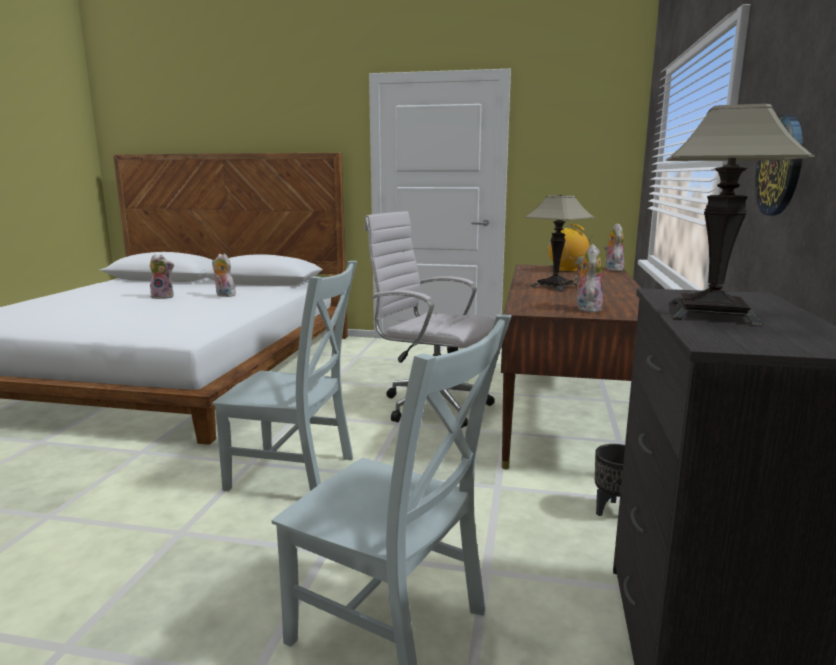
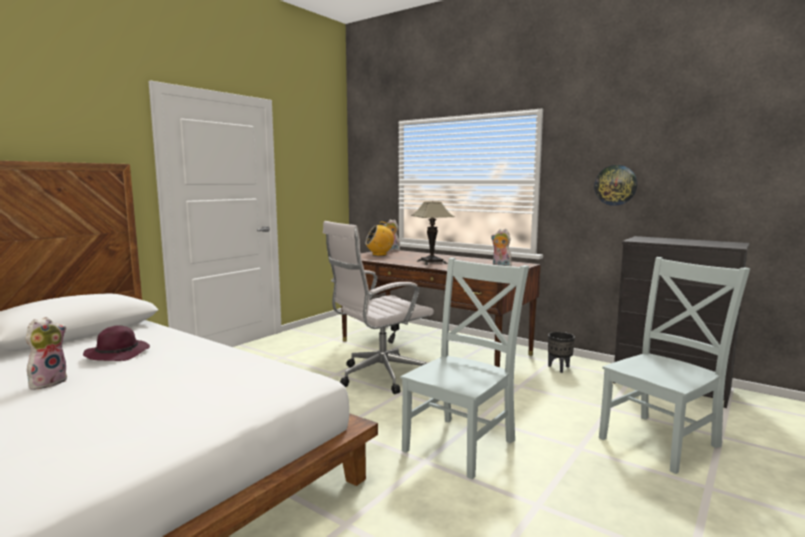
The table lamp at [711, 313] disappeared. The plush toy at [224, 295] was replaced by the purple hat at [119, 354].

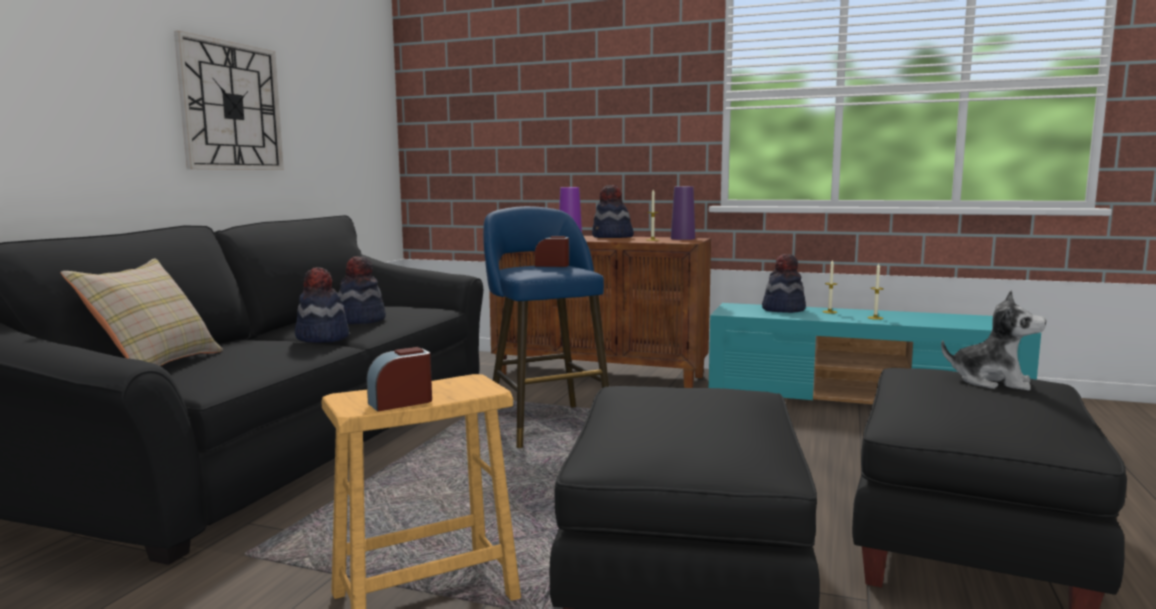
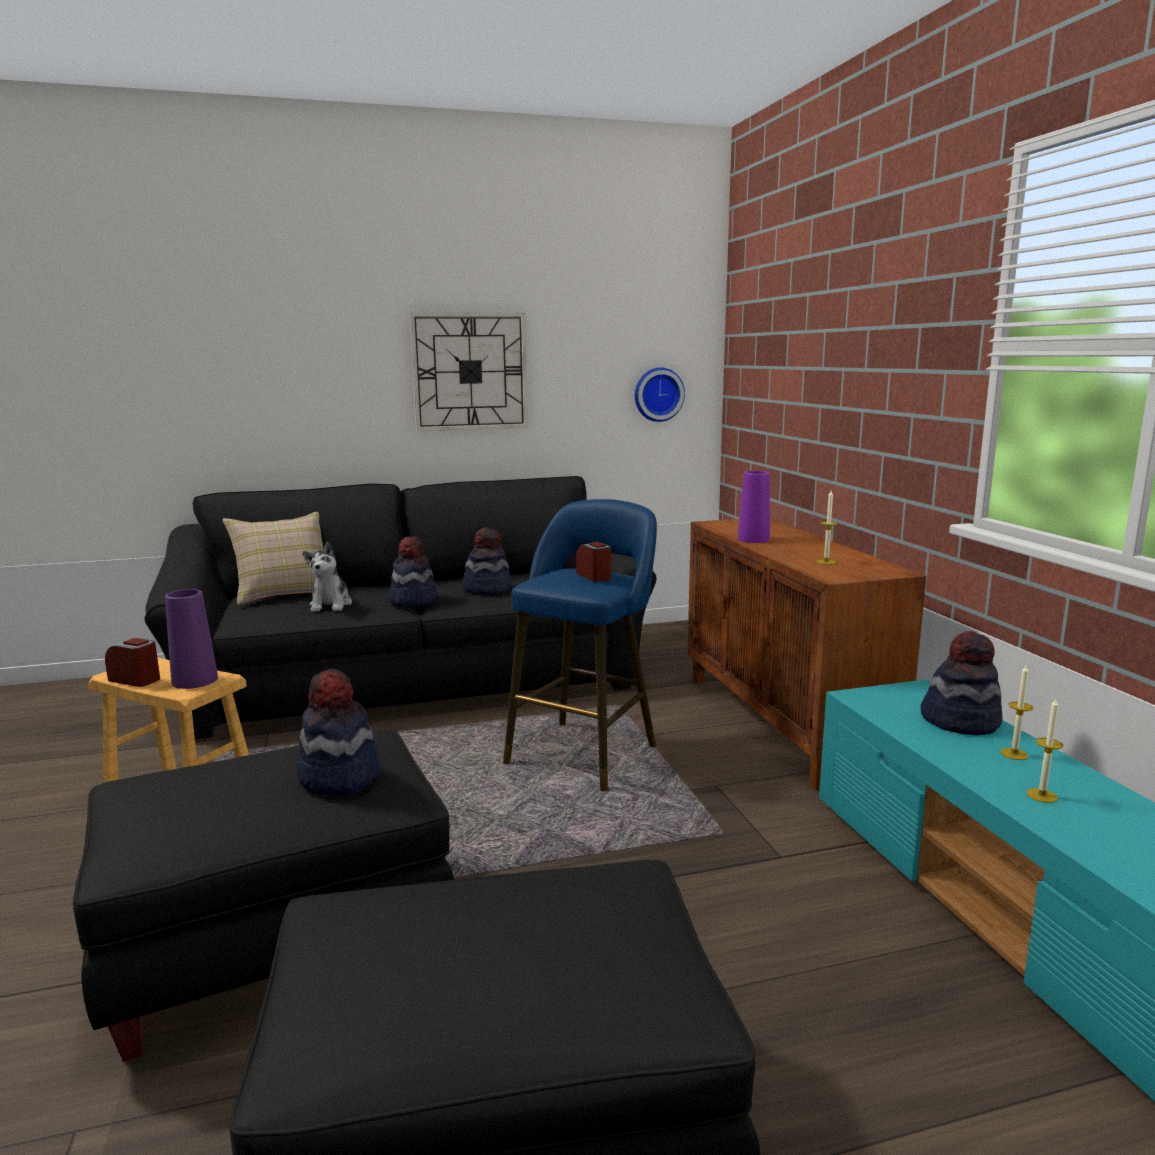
The wall clock at [658, 394] appeared. The hat moved from [612, 237] to [339, 777]. The purple vase moved from [682, 238] to [195, 680]. The plush toy moved from [992, 382] to [331, 605].

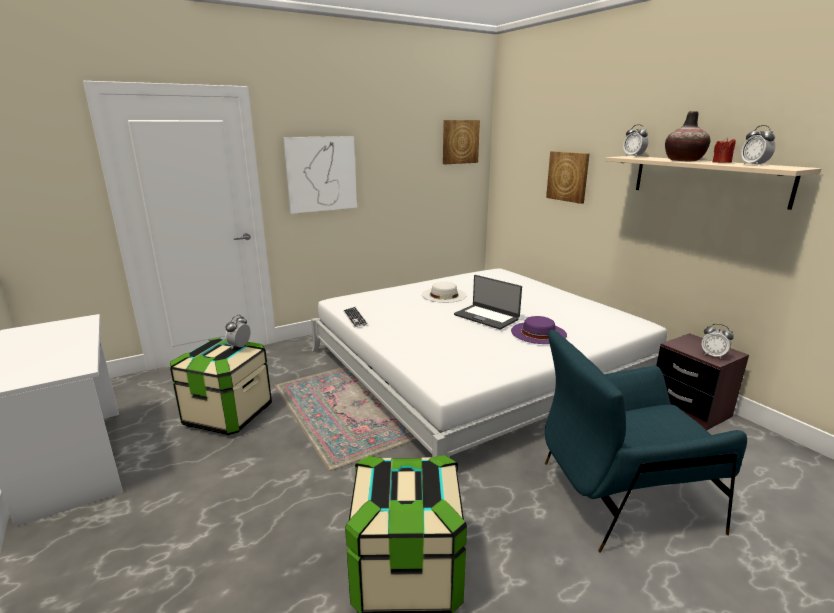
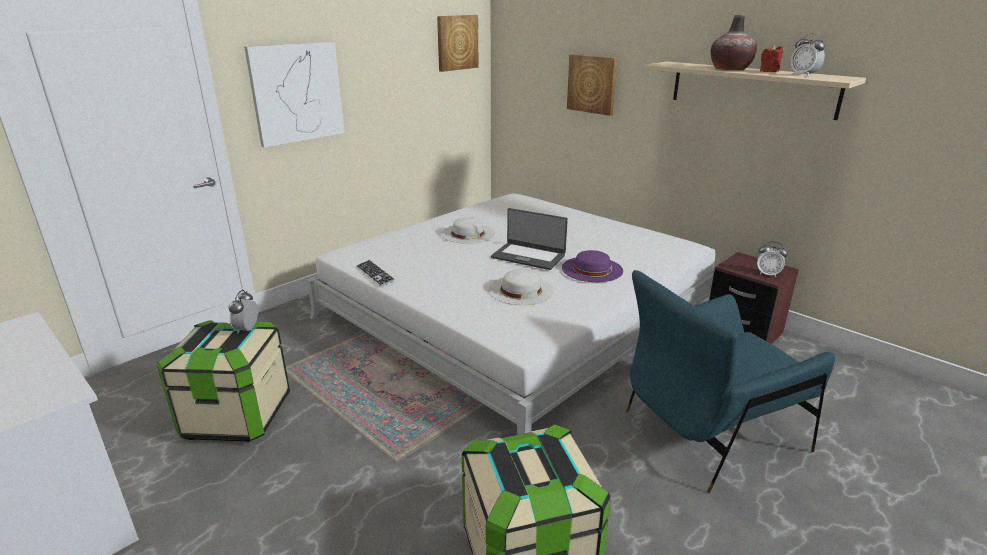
The alarm clock at [633, 156] disappeared. The white hat at [520, 290] appeared.

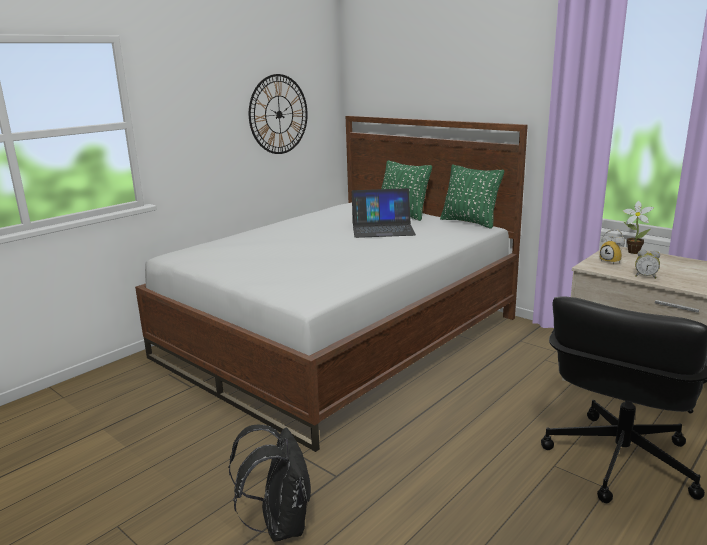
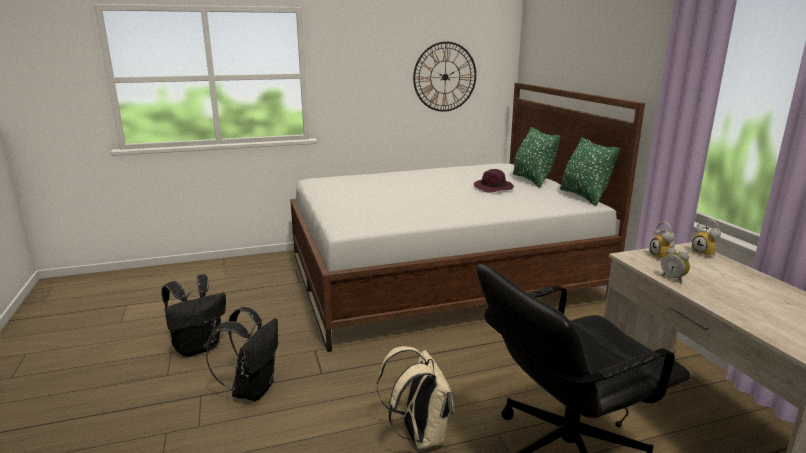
The black backpack at [198, 347] appeared. The beige backpack at [419, 435] appeared. The laptop at [382, 229] was replaced by the purple hat at [494, 188]. The potted plant at [632, 251] was replaced by the alarm clock at [705, 254].

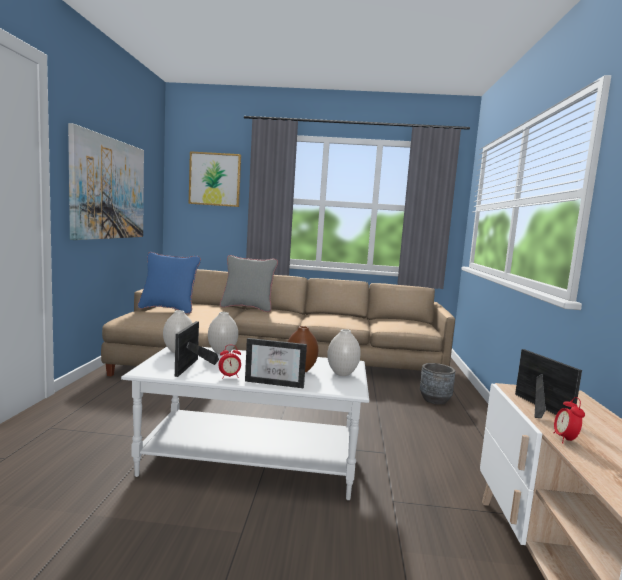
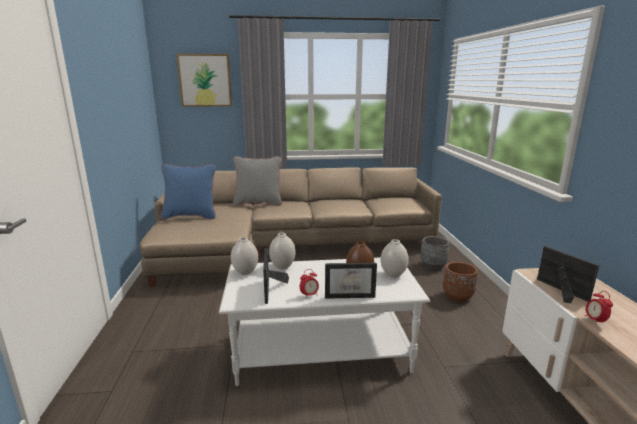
The picture at [109, 189] disappeared. The brown planter at [457, 296] appeared.

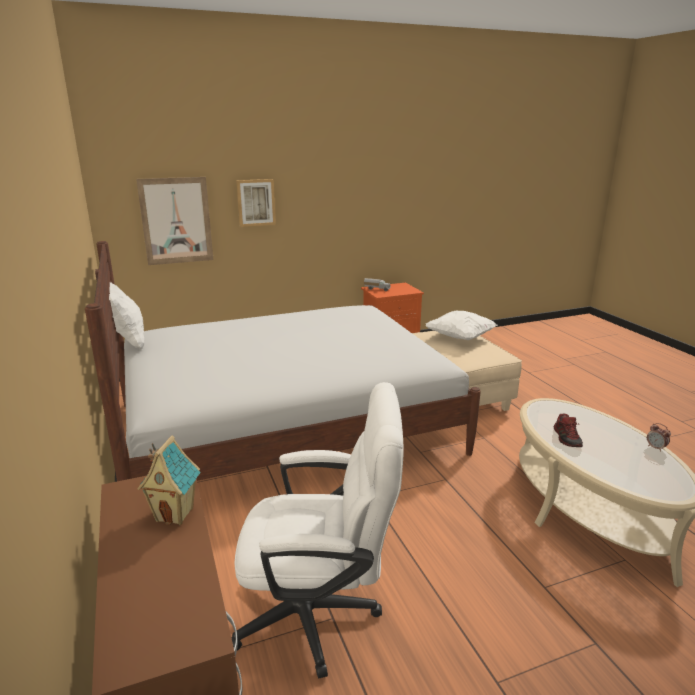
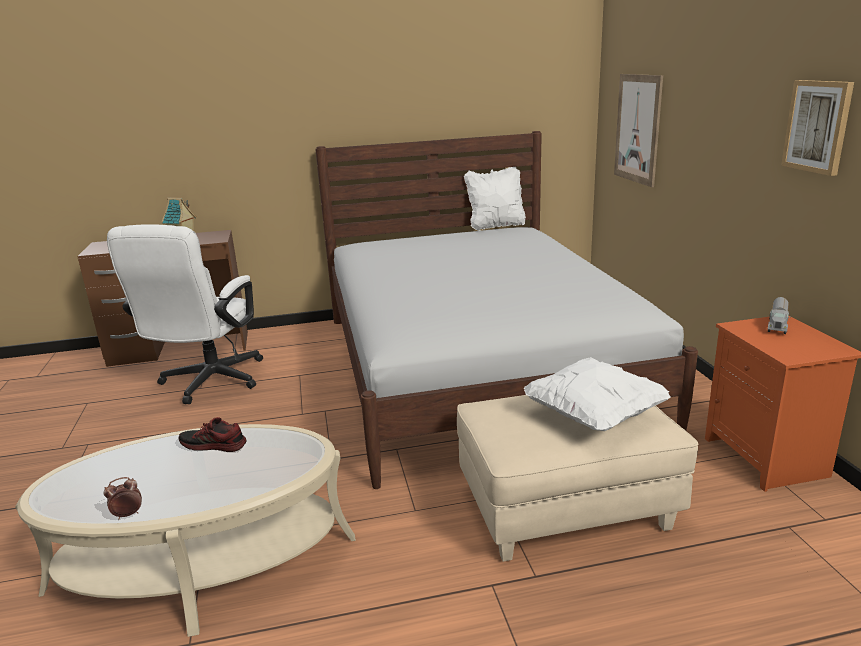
The picture moved from [256, 202] to [818, 126].

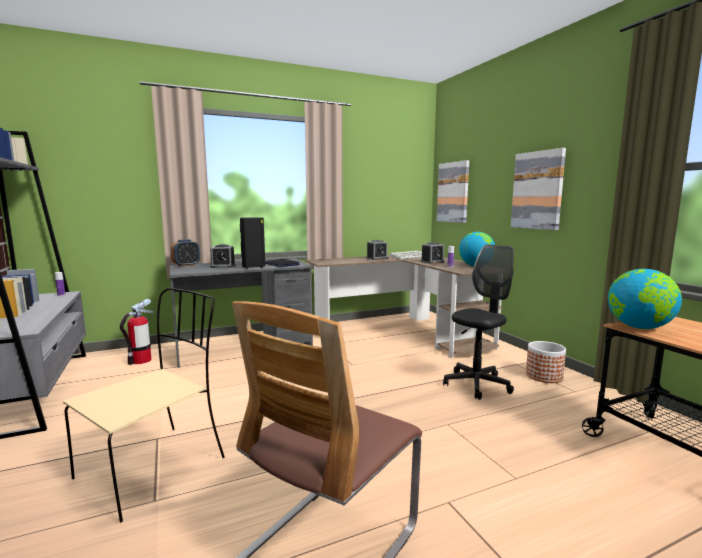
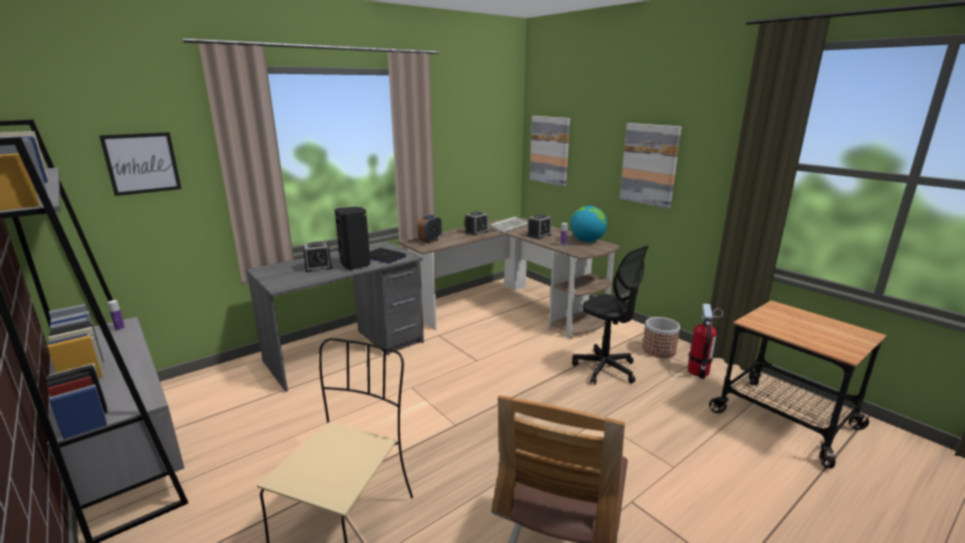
The globe at [639, 327] disappeared. The picture at [142, 163] appeared. The fire extinguisher moved from [141, 360] to [698, 371]. The alarm clock moved from [186, 265] to [430, 241]. The black office chair at [476, 384] turned 105 degrees clockwise.

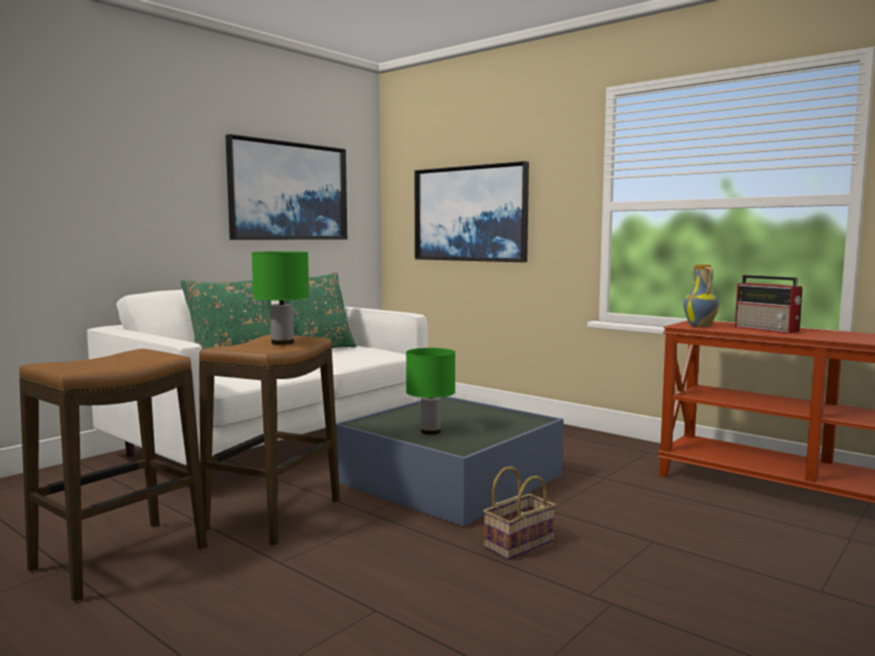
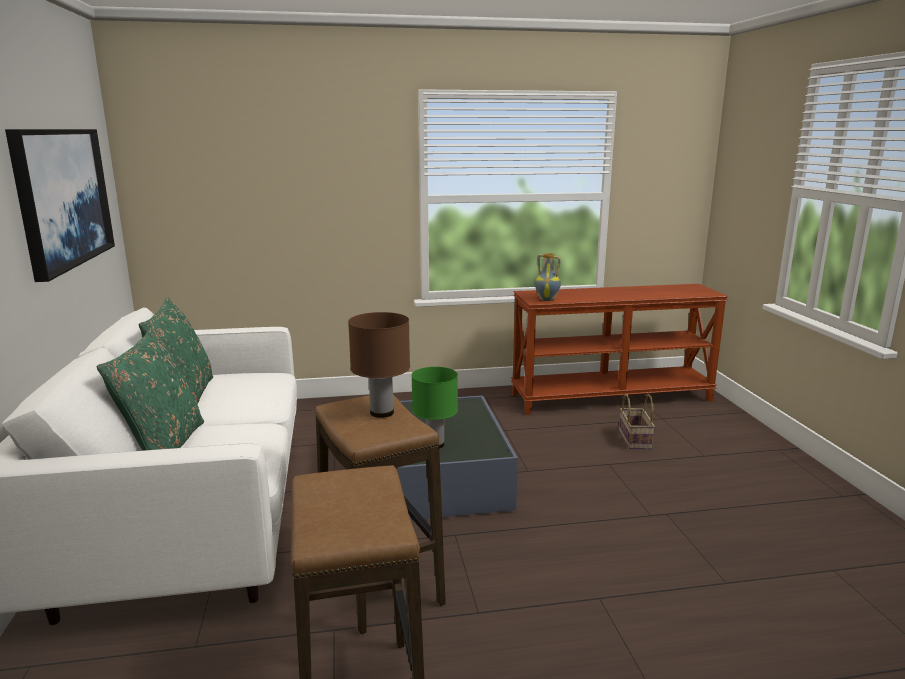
The picture at [470, 213] disappeared. The radio at [767, 329] disappeared. The basket moved from [519, 543] to [633, 439]. The green table lamp at [283, 343] became the brown table lamp at [382, 412].

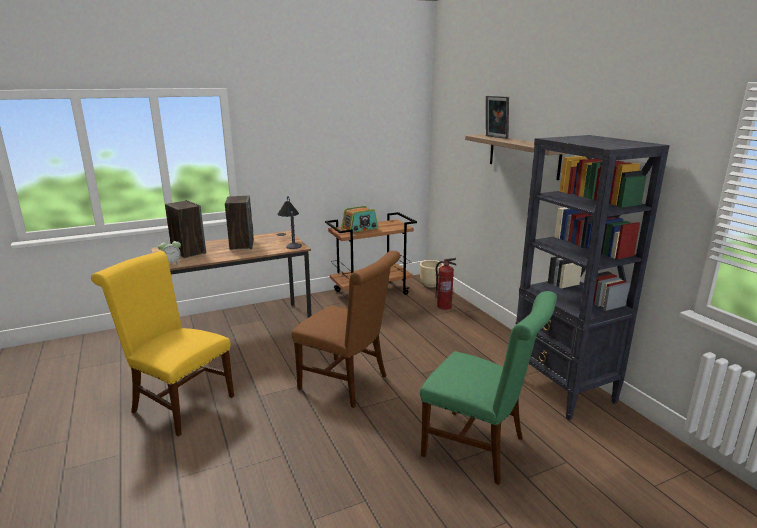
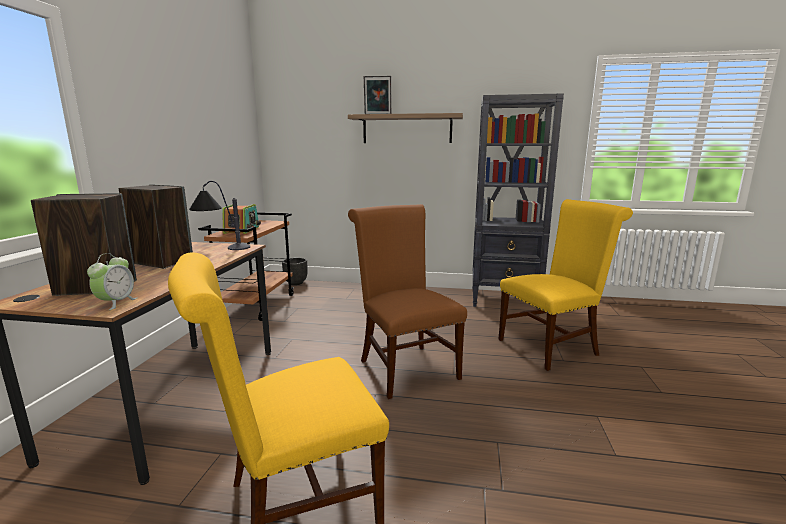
The fire extinguisher at [444, 306] disappeared. The beige planter at [431, 285] became the black planter at [296, 283]. The green chair at [480, 448] became the yellow chair at [552, 346]. The brown chair at [348, 383] turned 90 degrees counterclockwise.

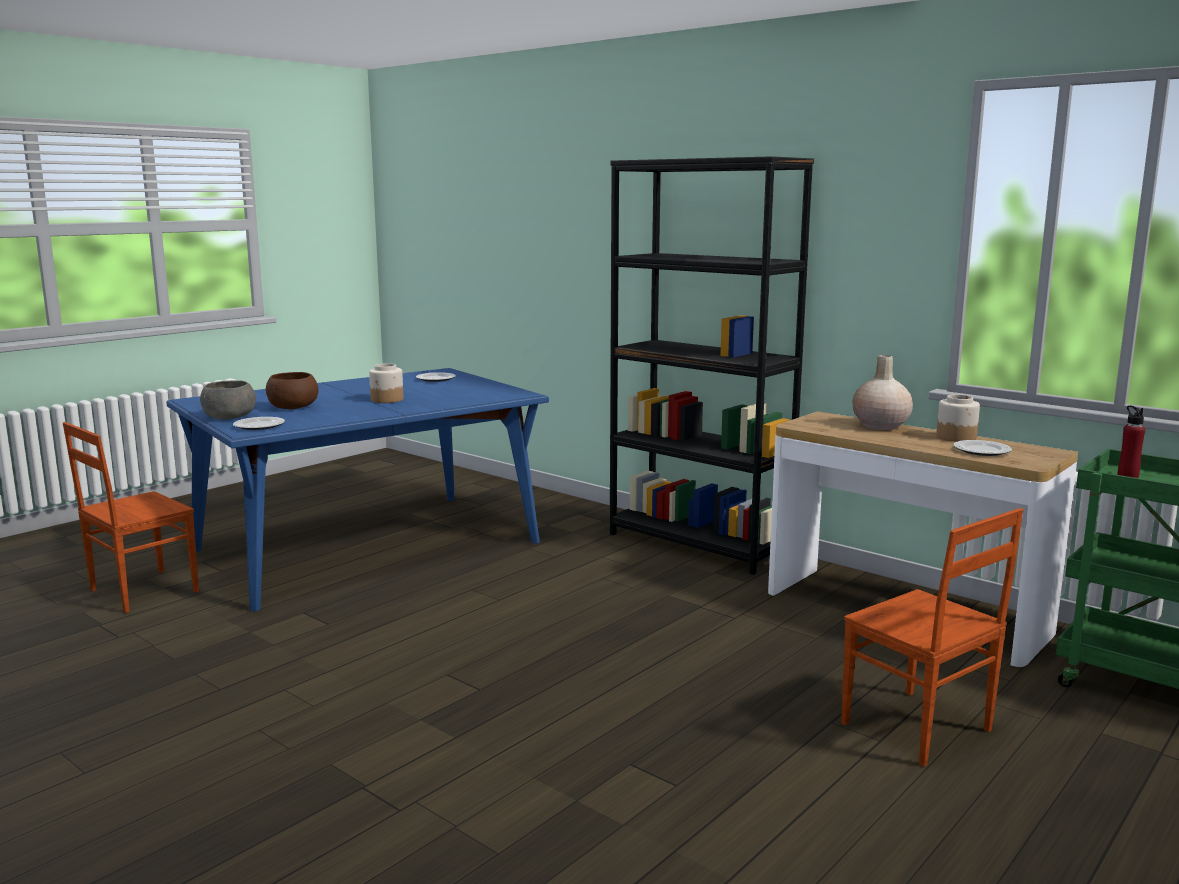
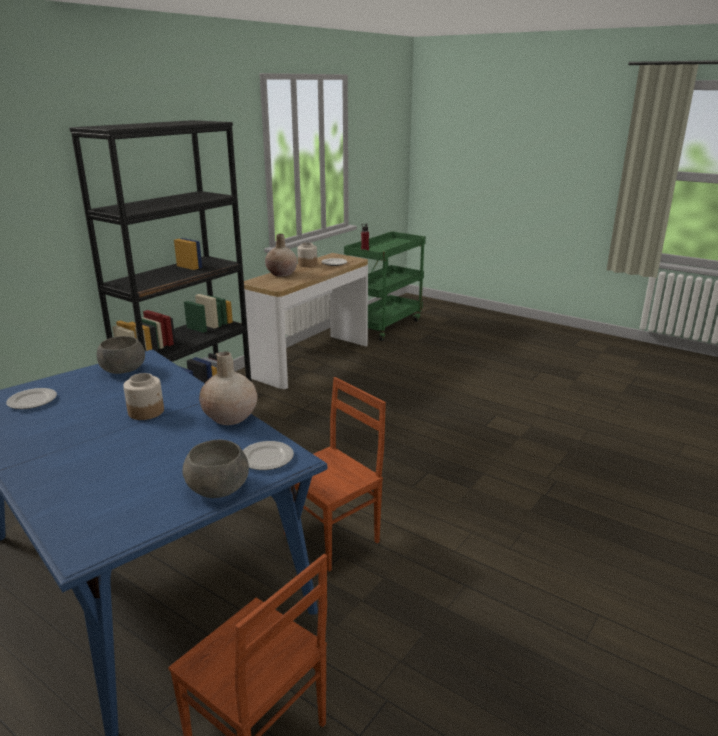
The brown bowl at [292, 407] disappeared. The grey bowl at [122, 369] appeared. The beige vase at [230, 417] appeared. The brown chair moved from [916, 728] to [333, 538].

